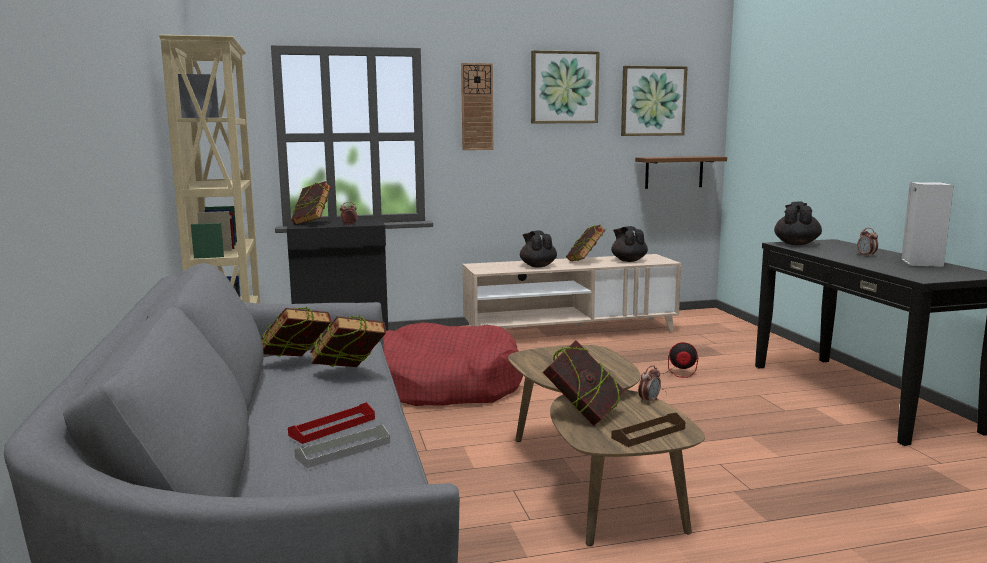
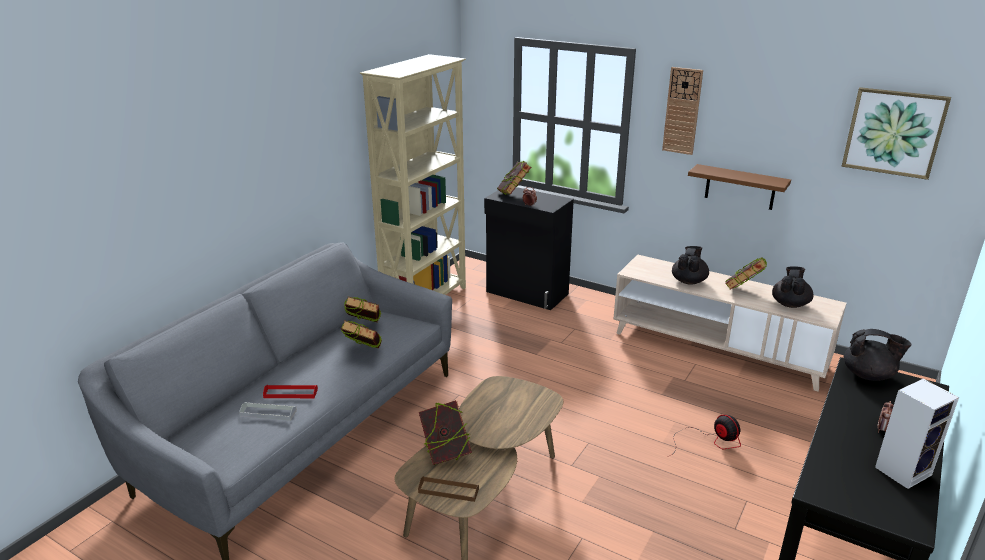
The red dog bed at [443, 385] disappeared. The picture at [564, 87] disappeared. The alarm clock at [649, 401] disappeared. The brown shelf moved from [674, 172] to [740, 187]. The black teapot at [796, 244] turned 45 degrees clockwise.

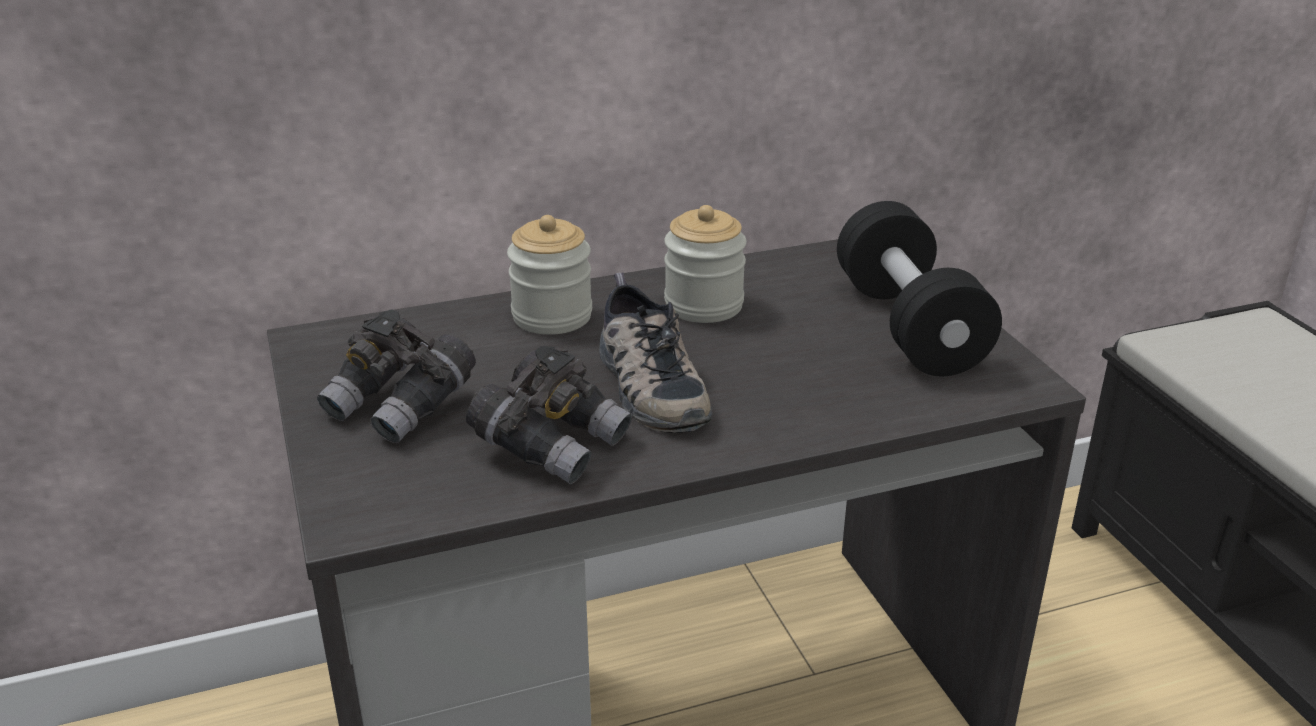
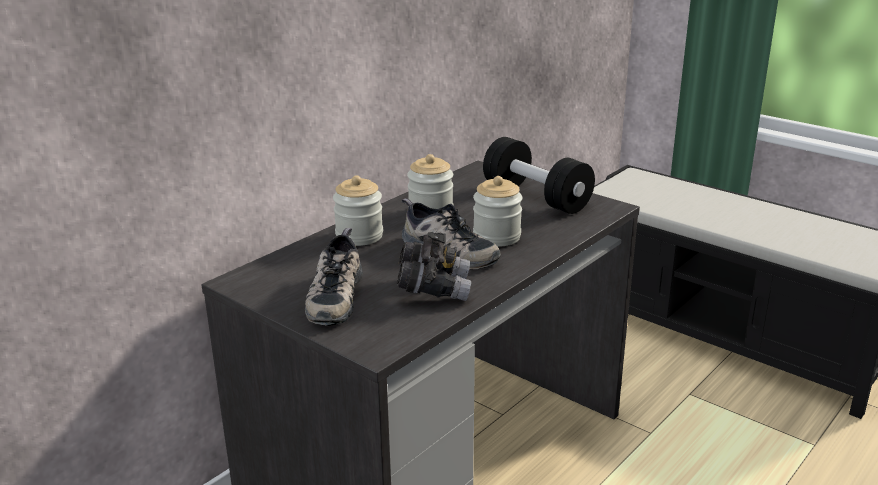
The jar at [497, 237] appeared. The grey binoculars at [402, 406] was replaced by the shoe at [333, 295].

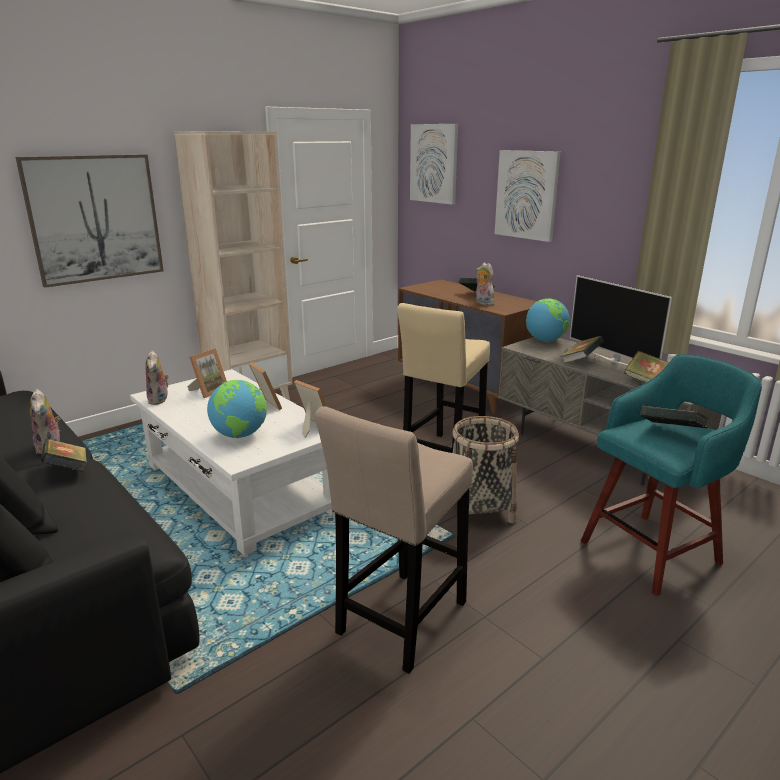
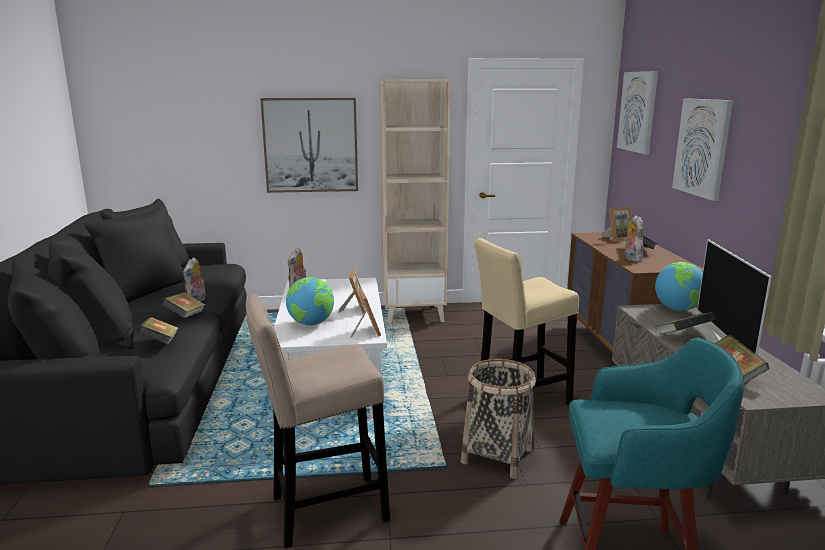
The picture frame moved from [208, 391] to [617, 239]. The book moved from [671, 433] to [160, 344].

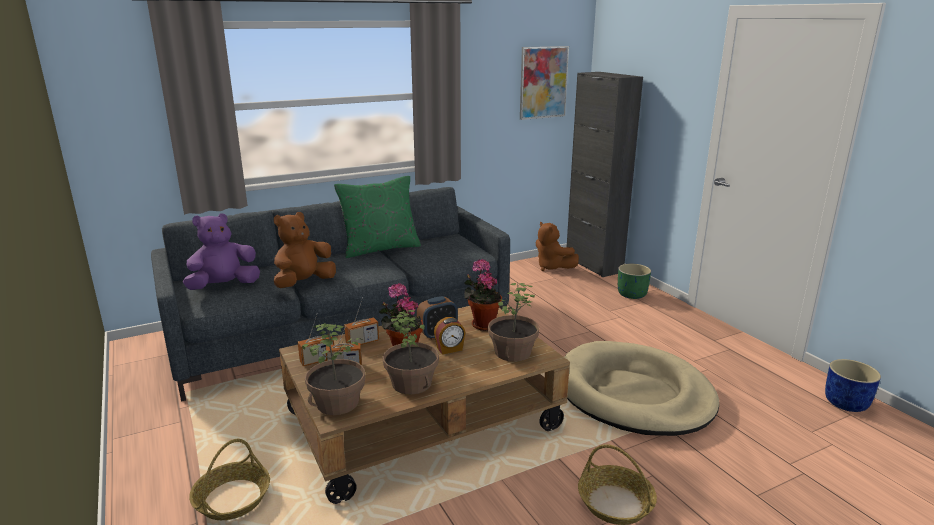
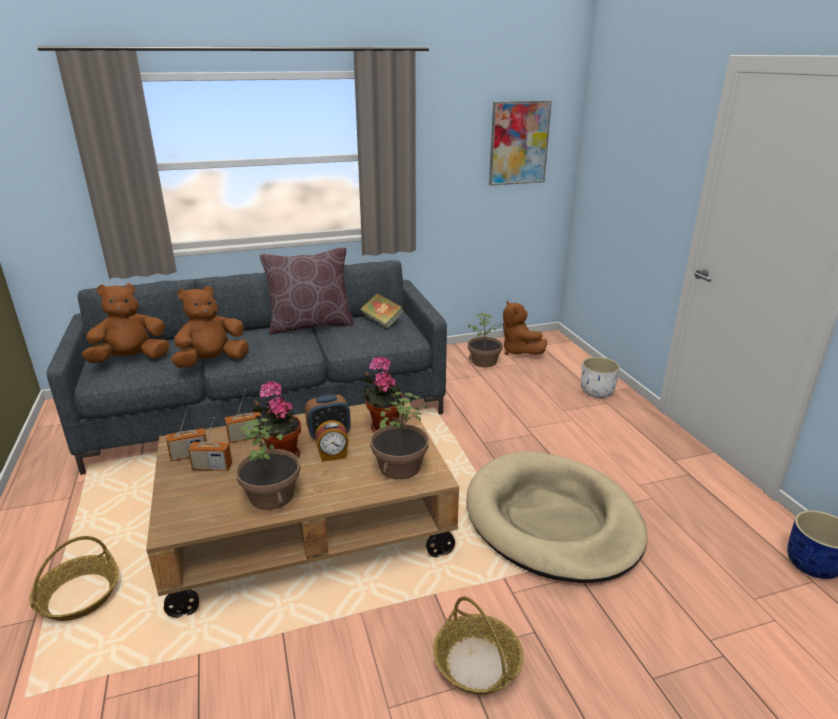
The black cabinet at [593, 265] disappeared. The book at [382, 322] appeared. The potted plant moved from [337, 403] to [484, 362]. The purple plush toy at [224, 286] became the brown plush toy at [131, 359]. The green pillow at [380, 248] became the brown pillow at [311, 325]. The green planter at [632, 294] became the white planter at [597, 392].

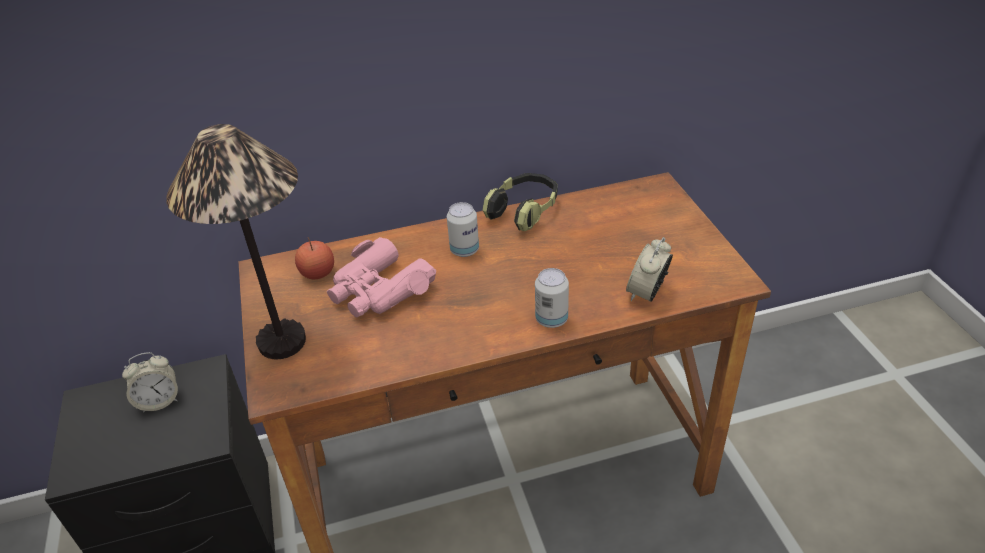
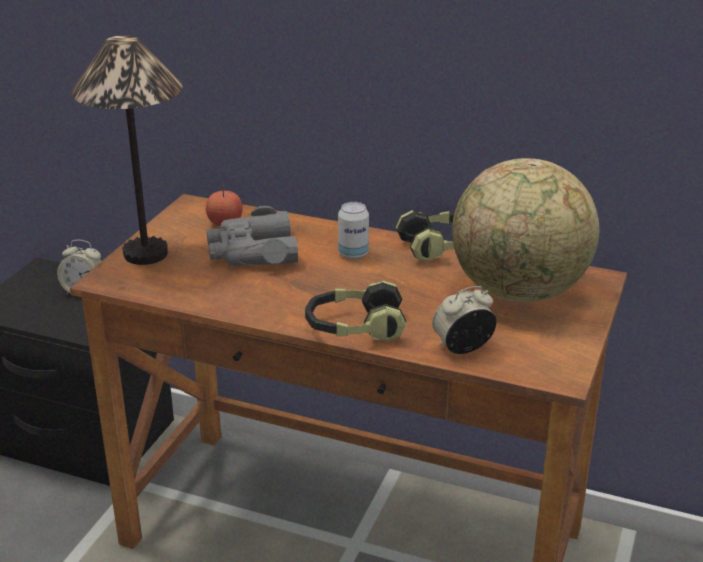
The globe at [519, 293] appeared. The can at [551, 319] was replaced by the headphones at [354, 328]. The pink binoculars at [379, 290] became the grey binoculars at [252, 252].

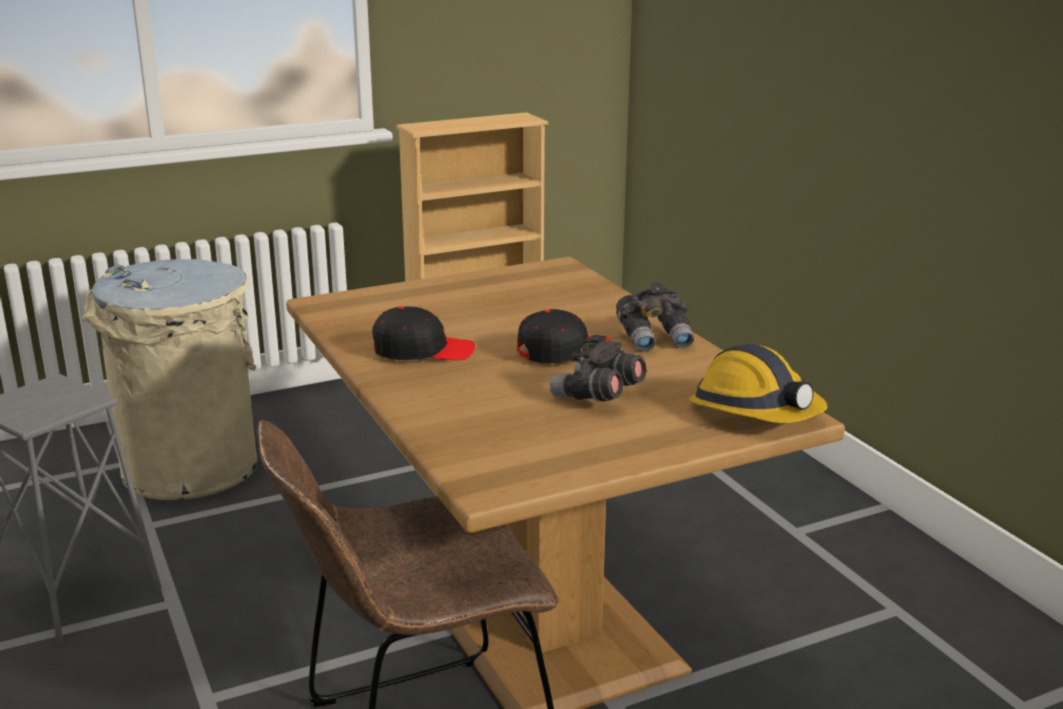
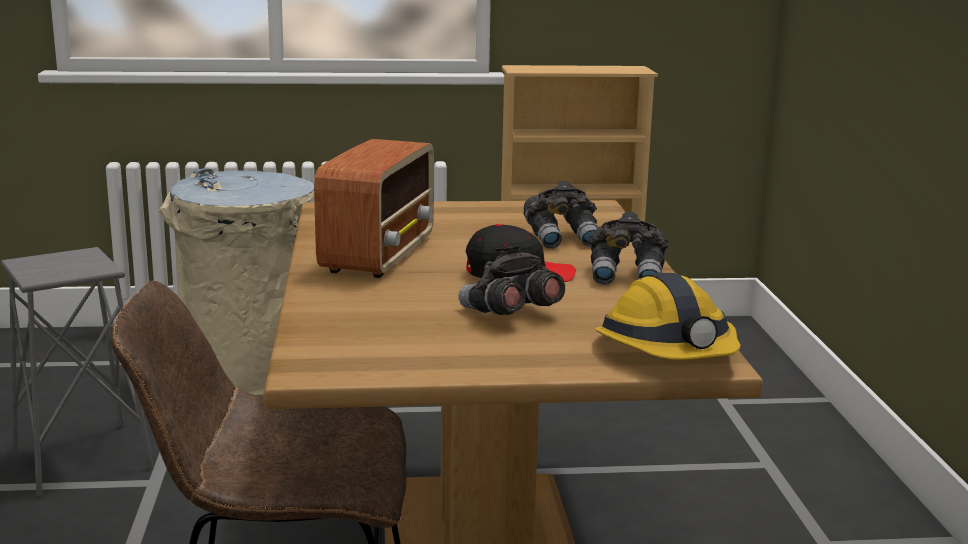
The grey binoculars at [562, 239] appeared. The black cap at [422, 351] was replaced by the radio at [379, 255].

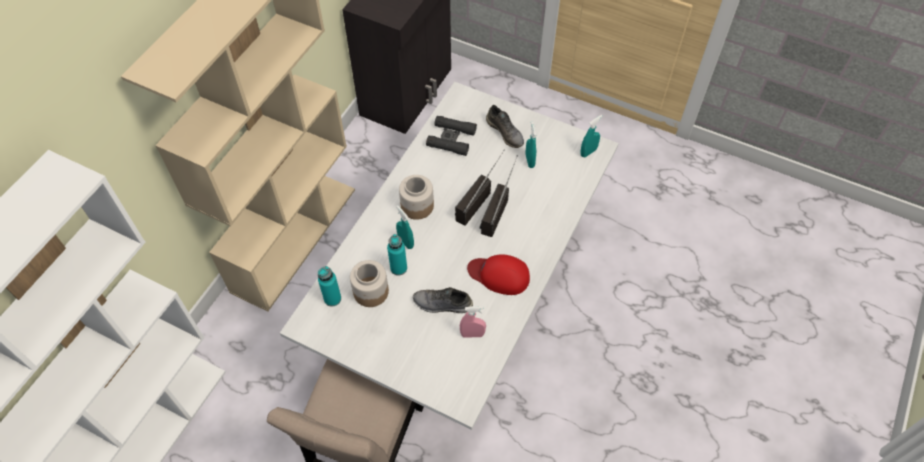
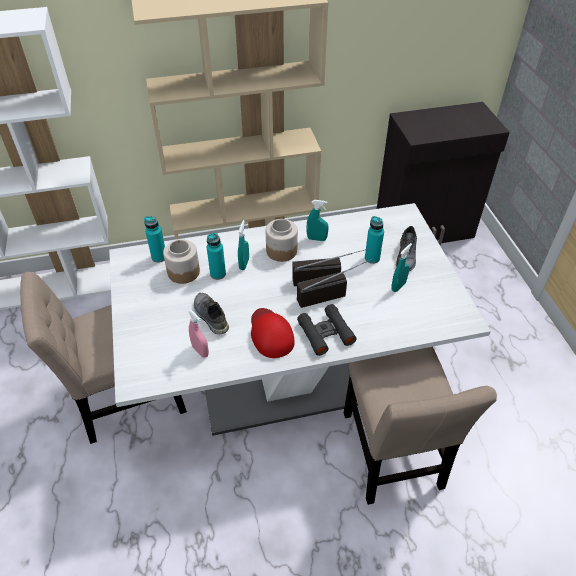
The beige chair at [392, 456] appeared. The turquoise bottle at [372, 258] appeared. The black binoculars moved from [451, 139] to [325, 333]. The turquoise spray bottle moved from [588, 152] to [316, 239].

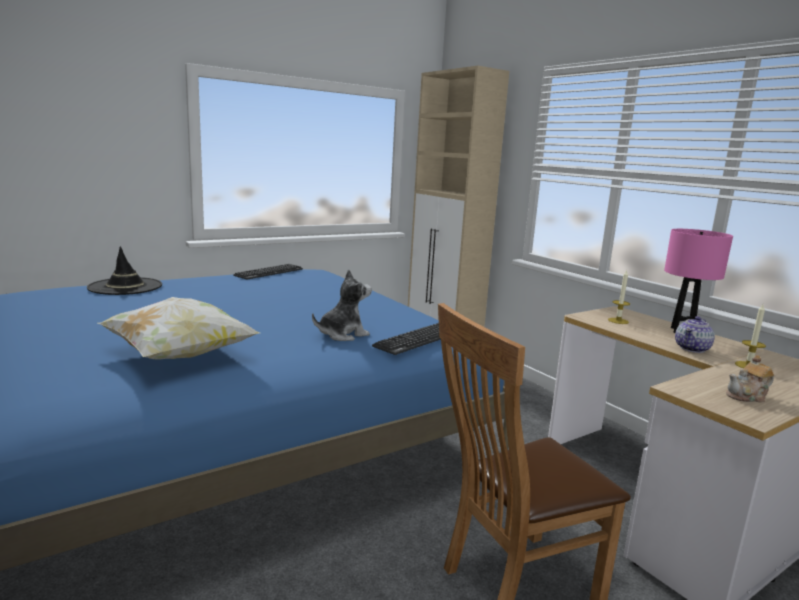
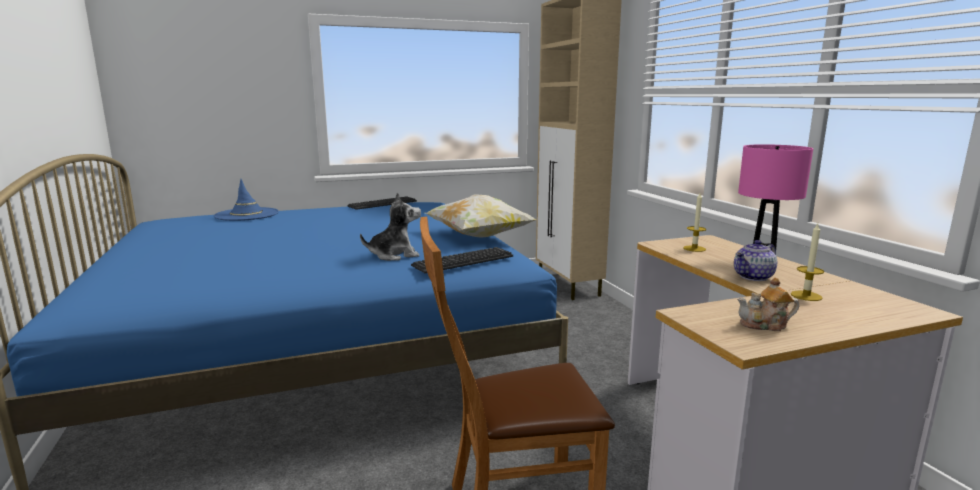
The pillow moved from [180, 356] to [479, 237]. The black hat at [125, 287] became the blue hat at [247, 214].

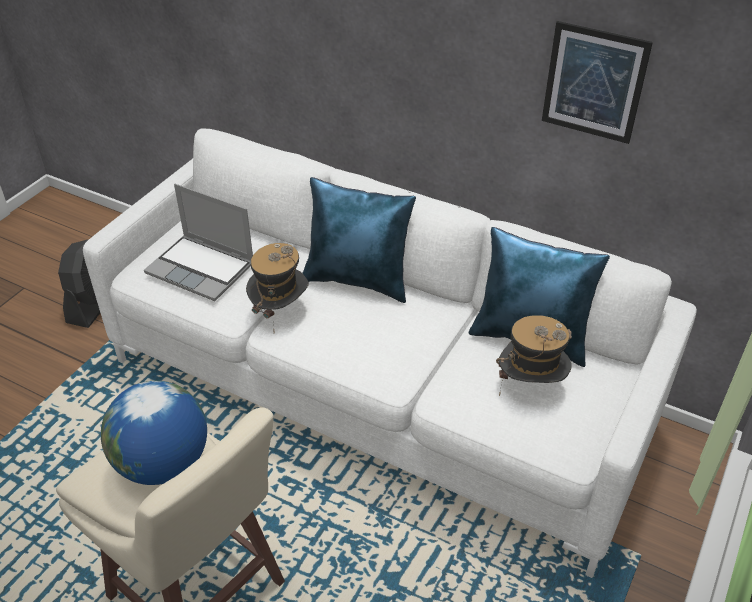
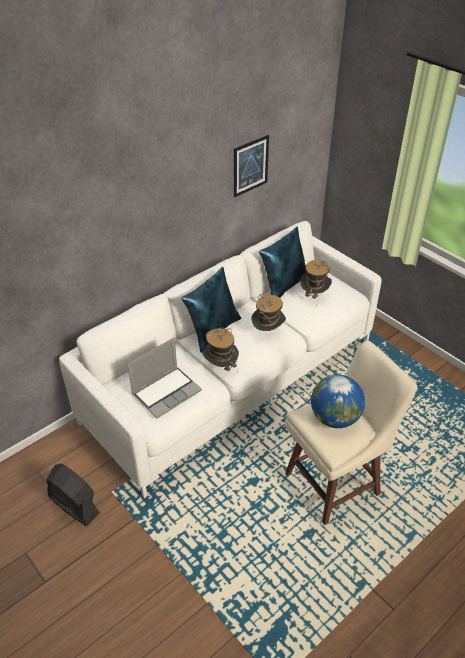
The hat at [268, 332] appeared.

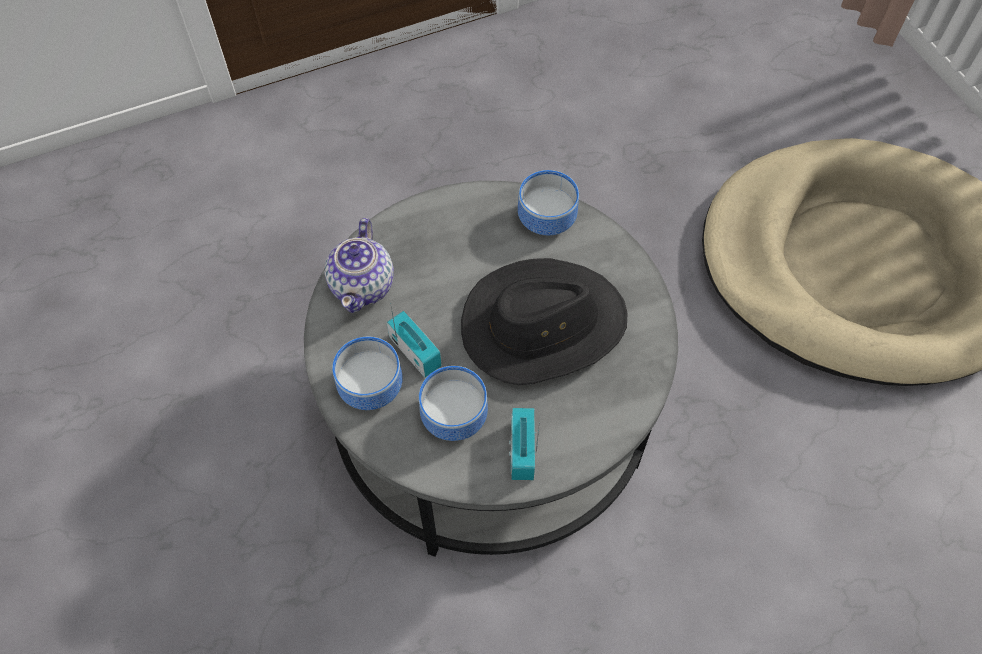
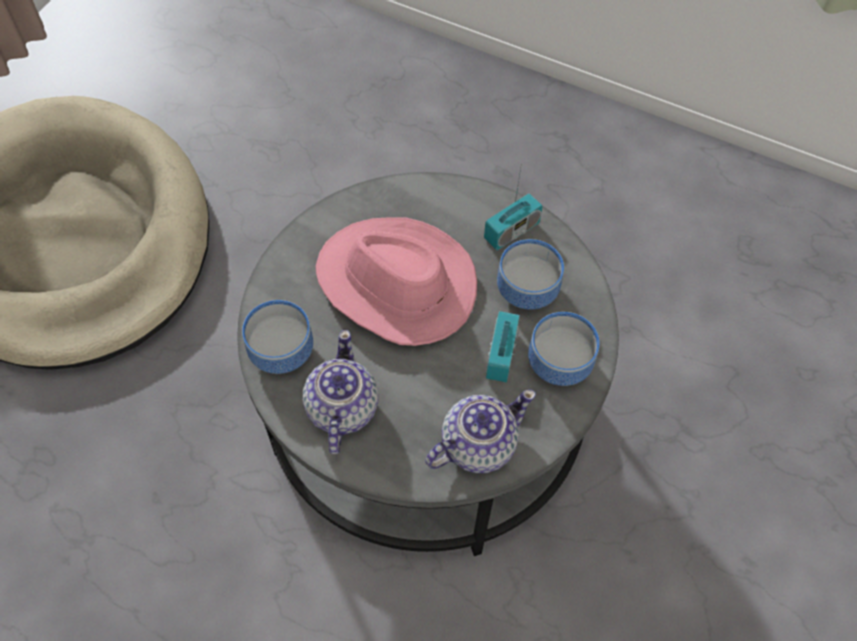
The teapot at [341, 409] appeared. The black hat at [542, 325] became the pink hat at [395, 285].

